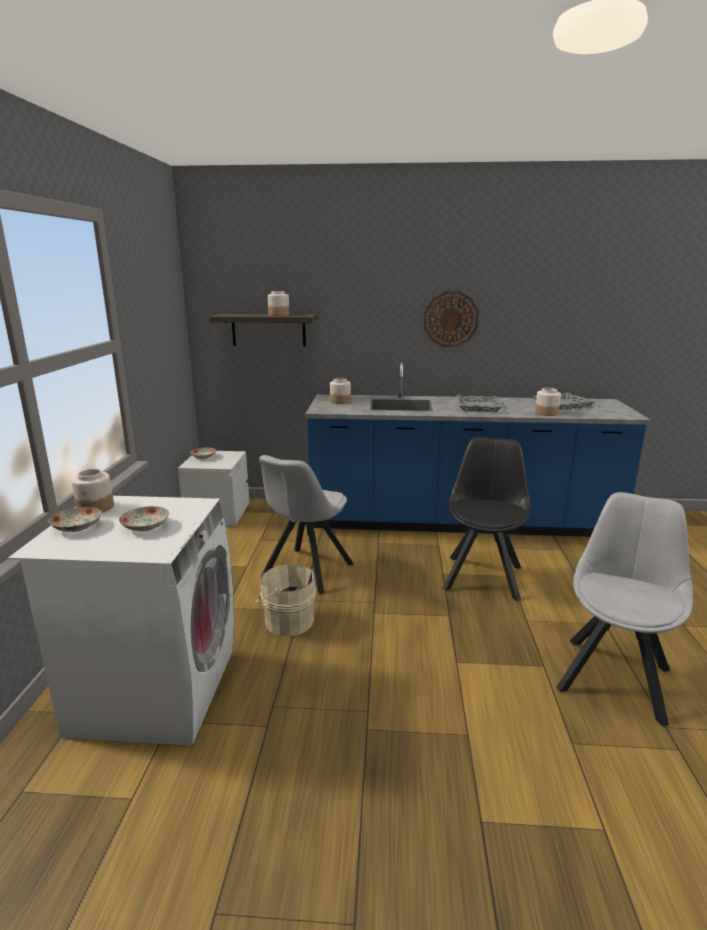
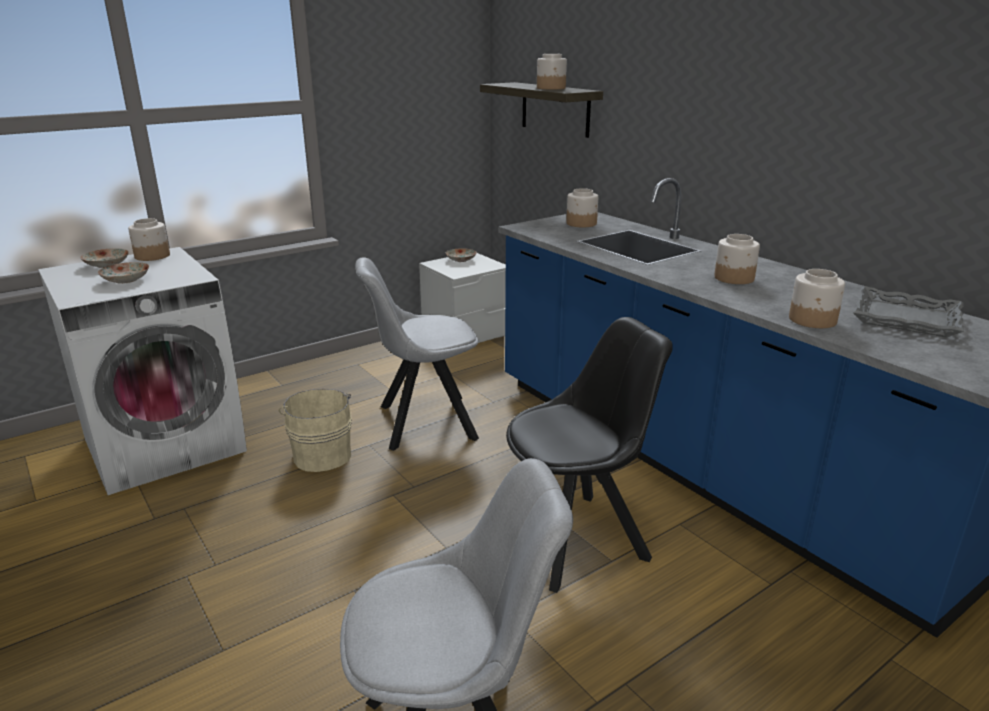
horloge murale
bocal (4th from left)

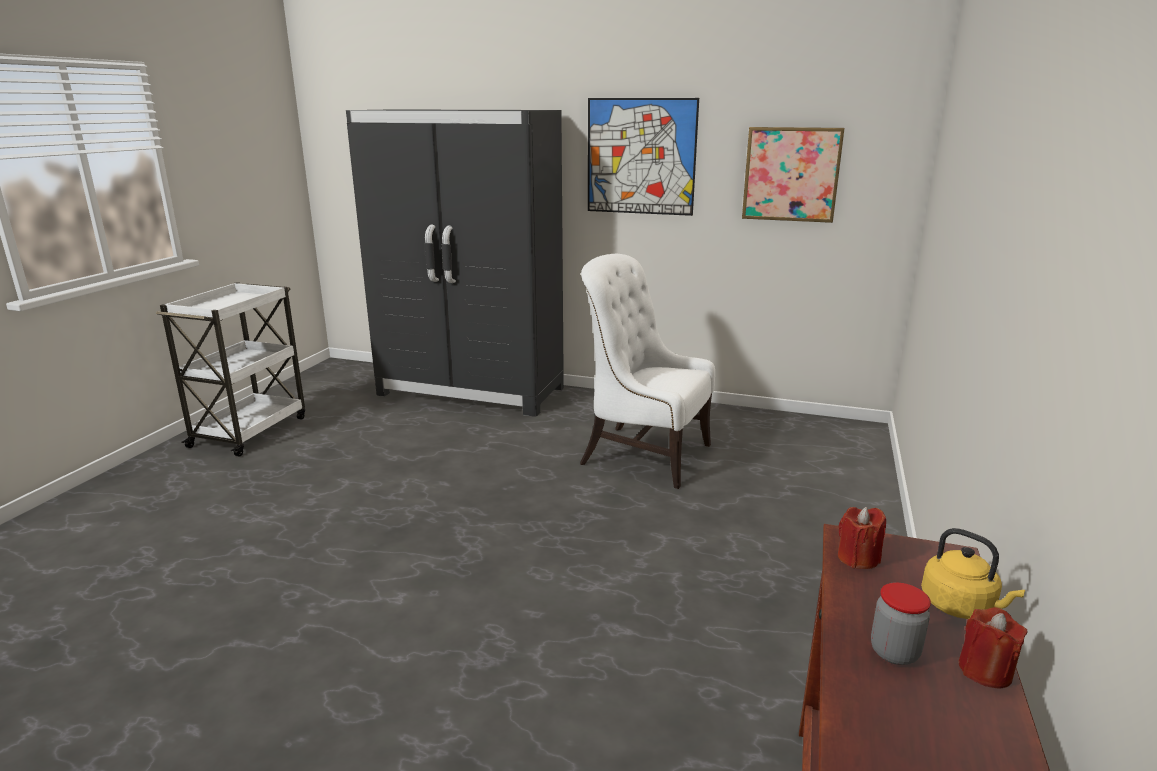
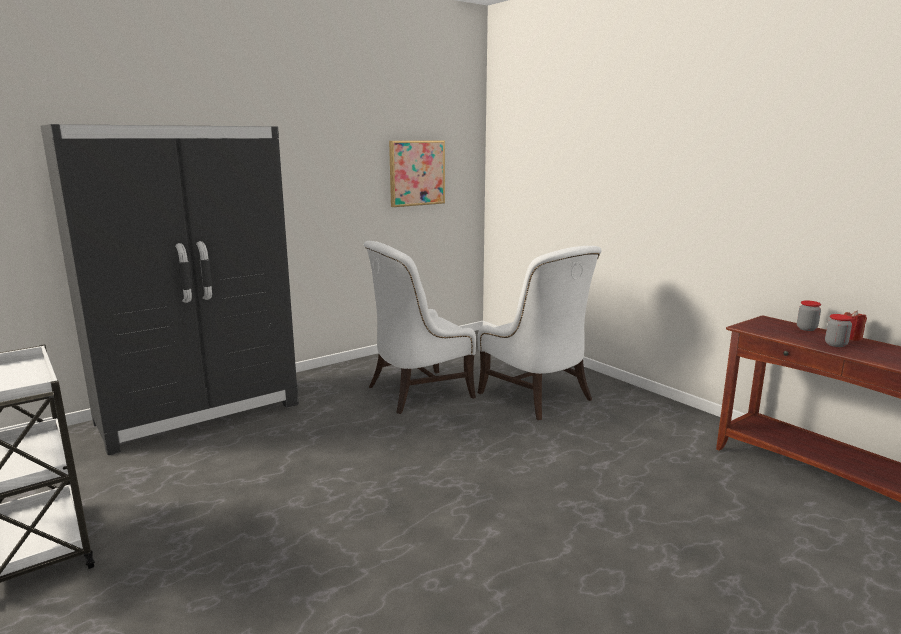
tableau (1st from left in the first image)
bougie [rouge] (1st from left in the first image)
bocal (1st from left)
chaise [blanc] (2nd from left)

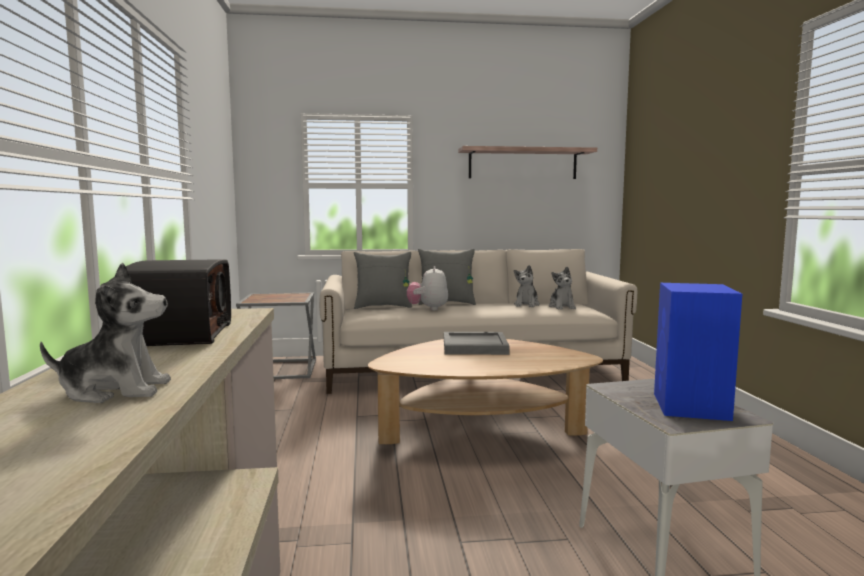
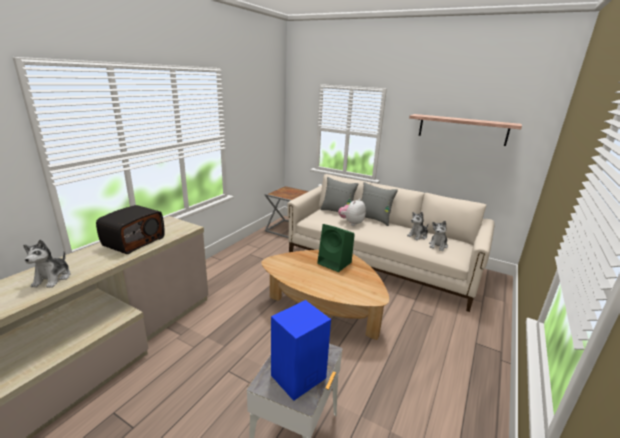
peluche (1st from left)
enceinte [vert]

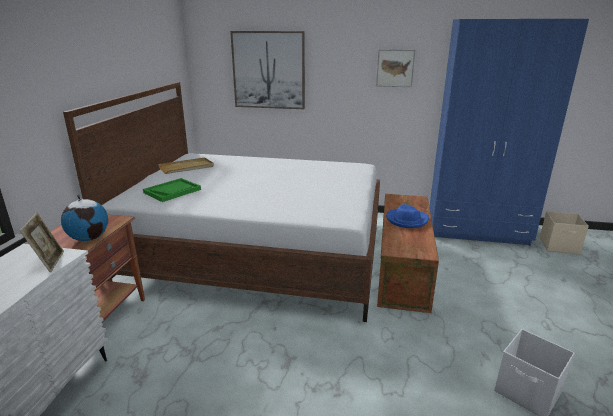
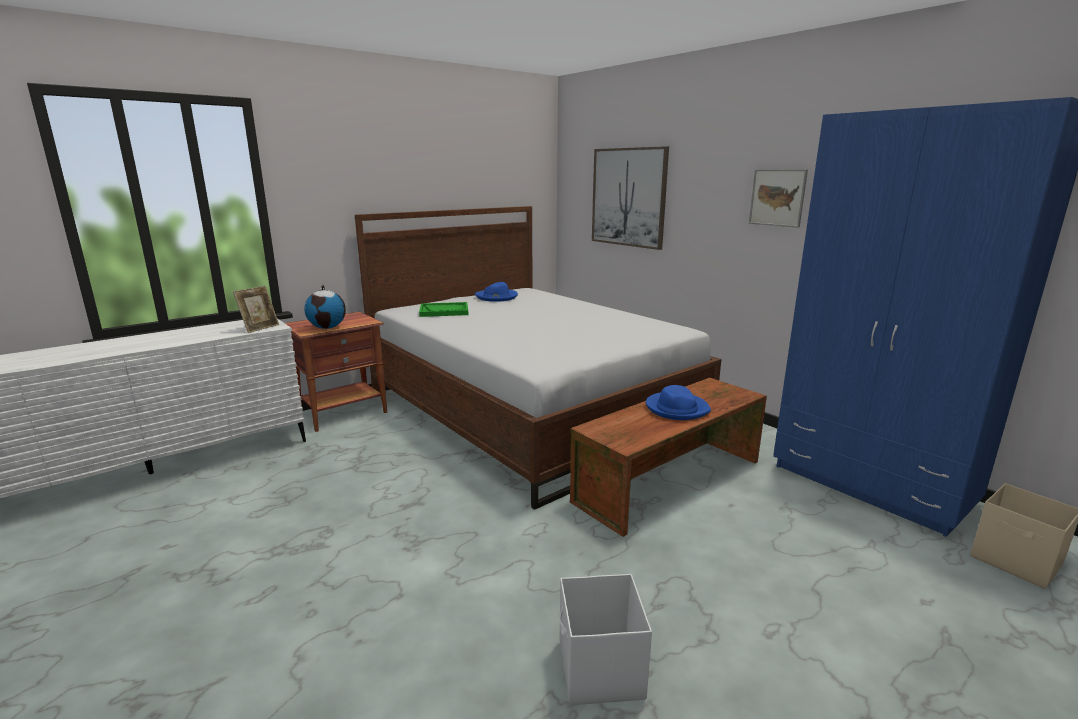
chapeau [bleu] (1st from left)

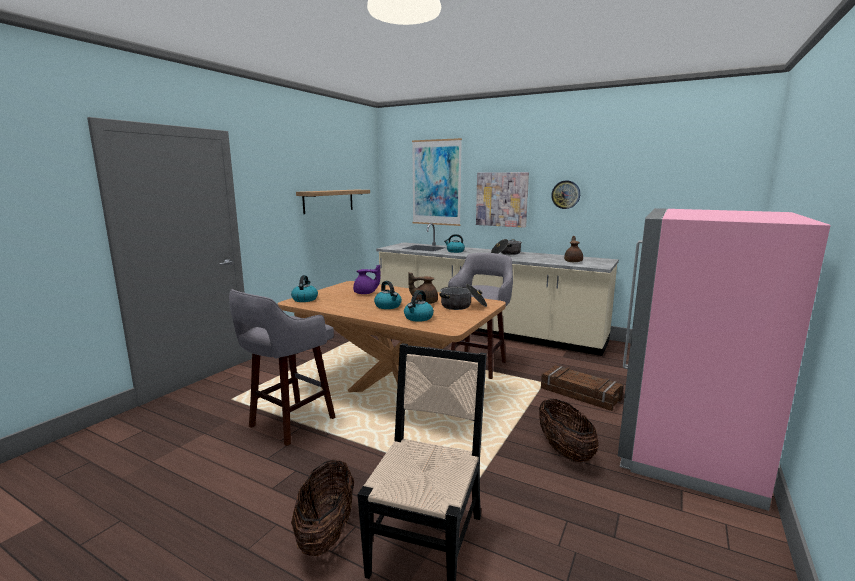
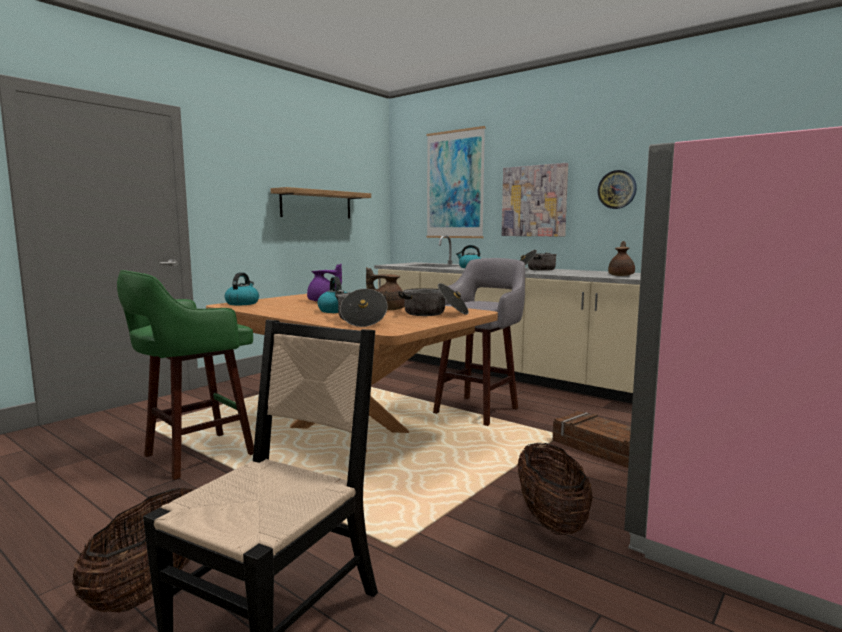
tabouret [vert]
marmite (1st from left)

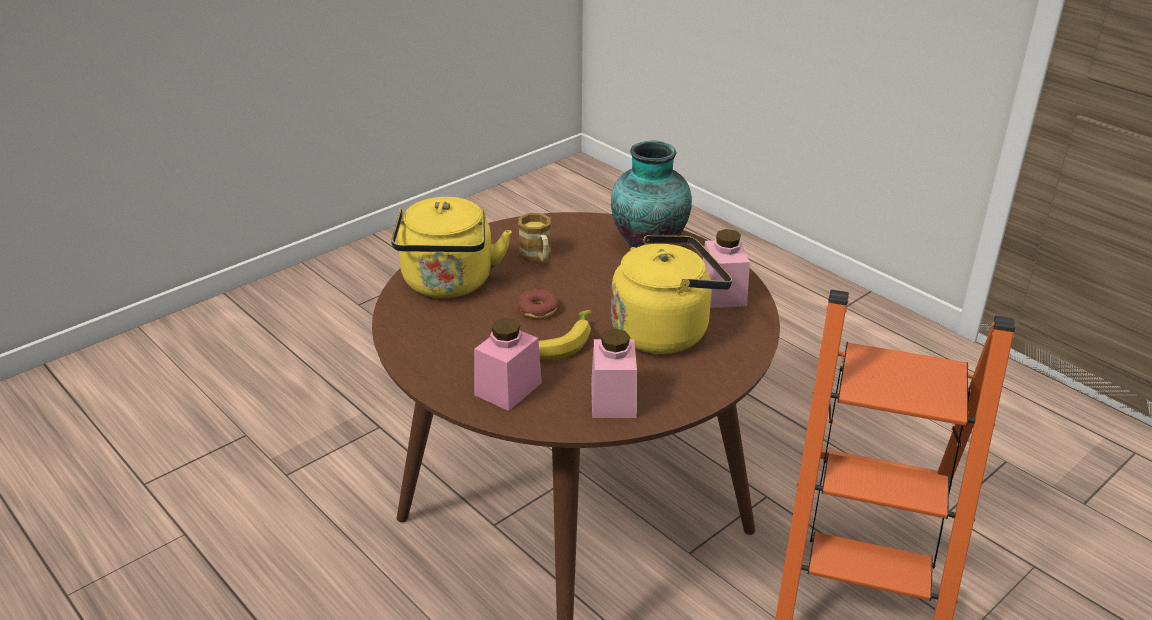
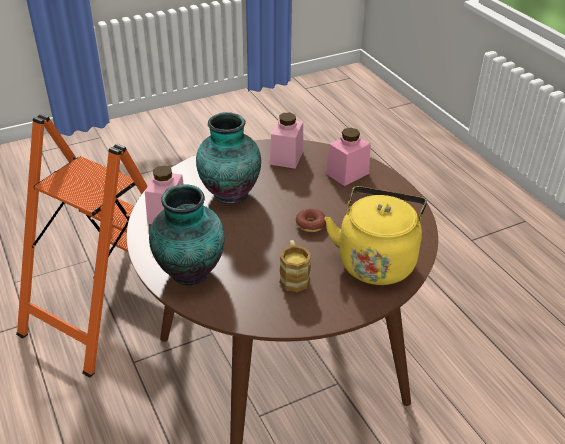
vase (2nd from left)
banane

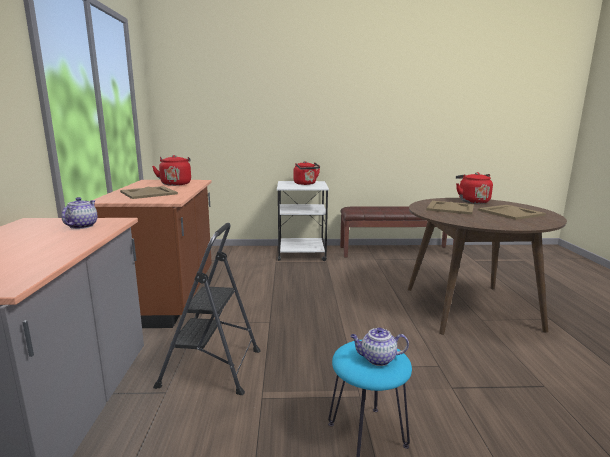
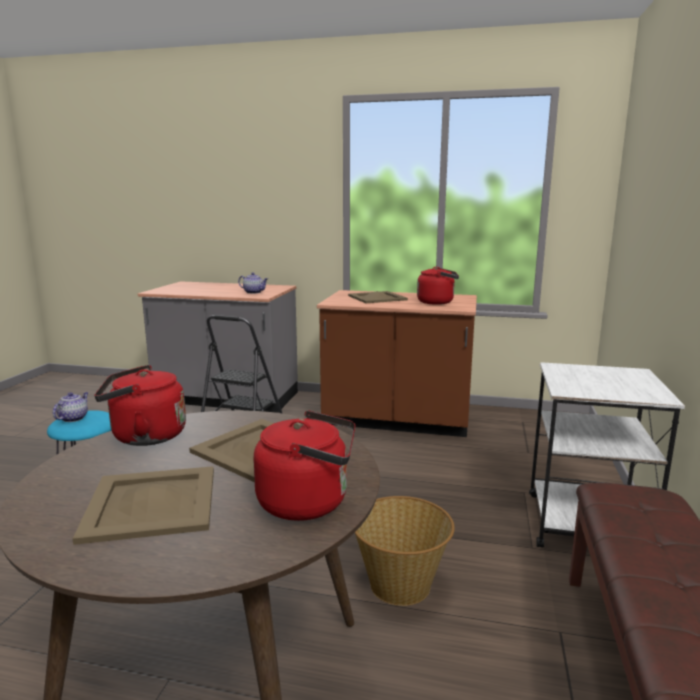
bouilloire [rouge] (1st from left)
panier

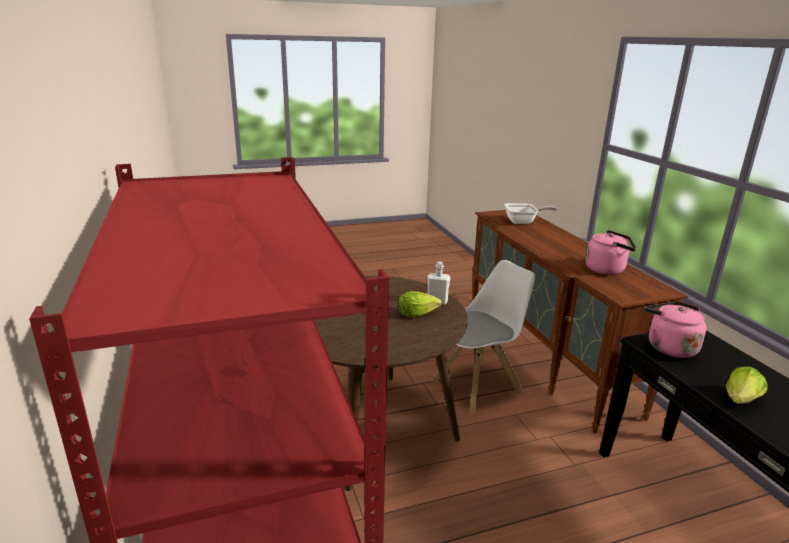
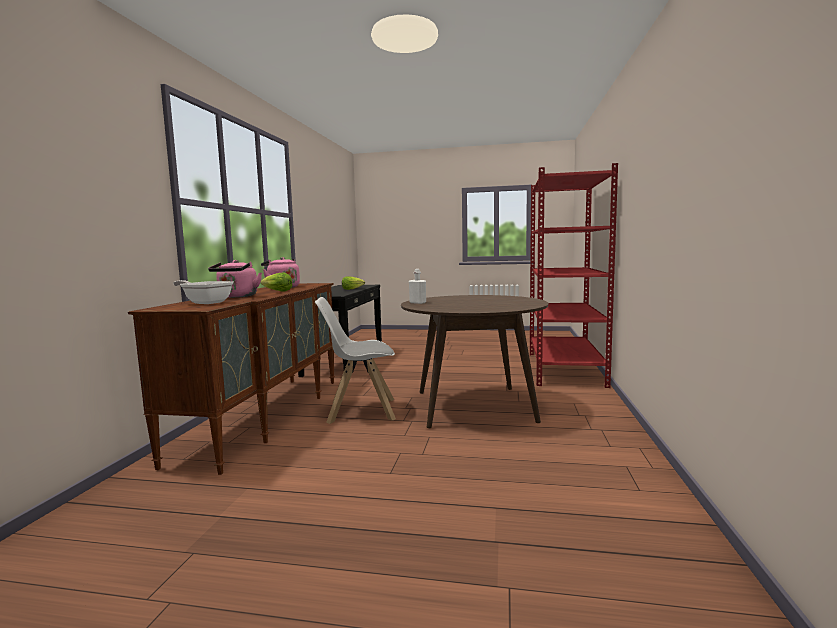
laitue (1st from left)
bouilloire [rose] (1st from left)

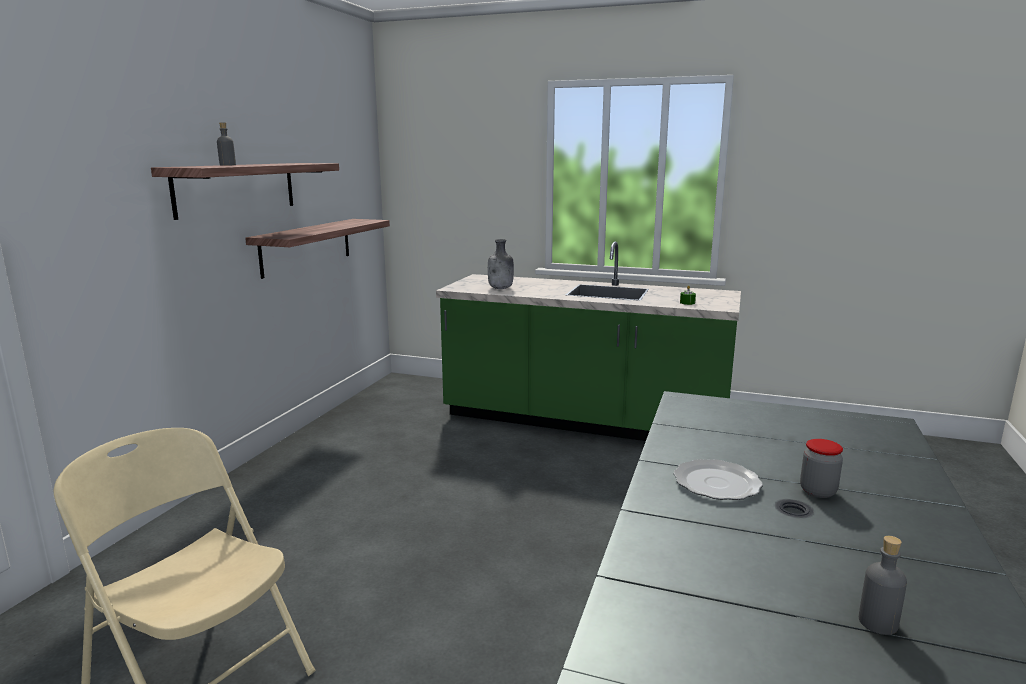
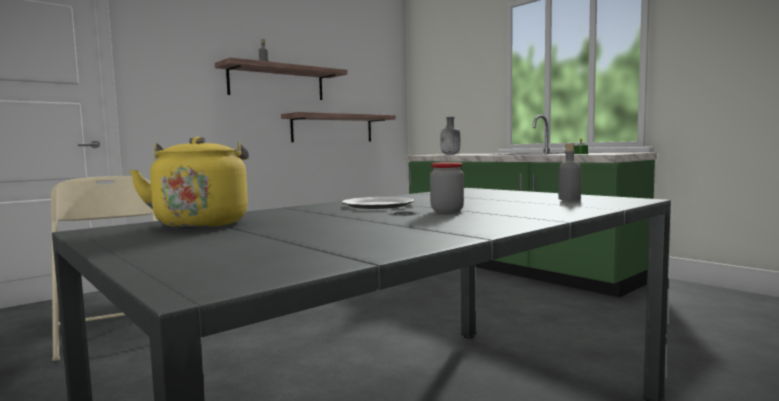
bouteille [gris] (3rd from left)
bouilloire [jaune]

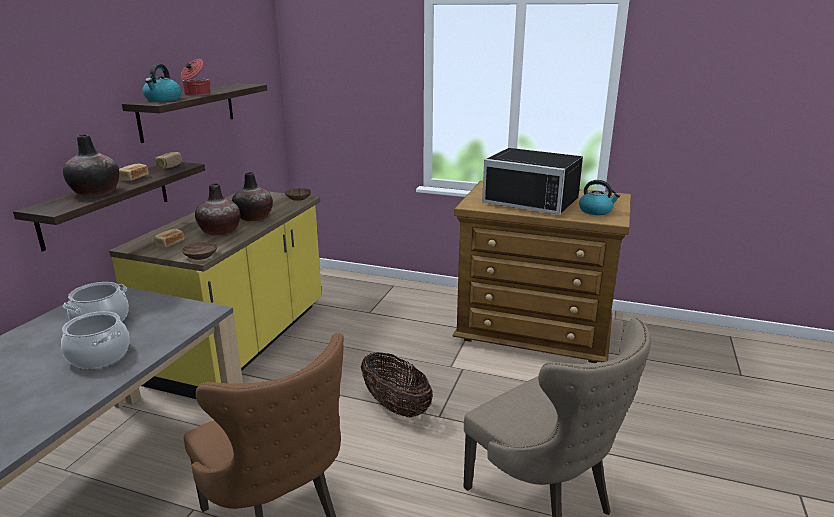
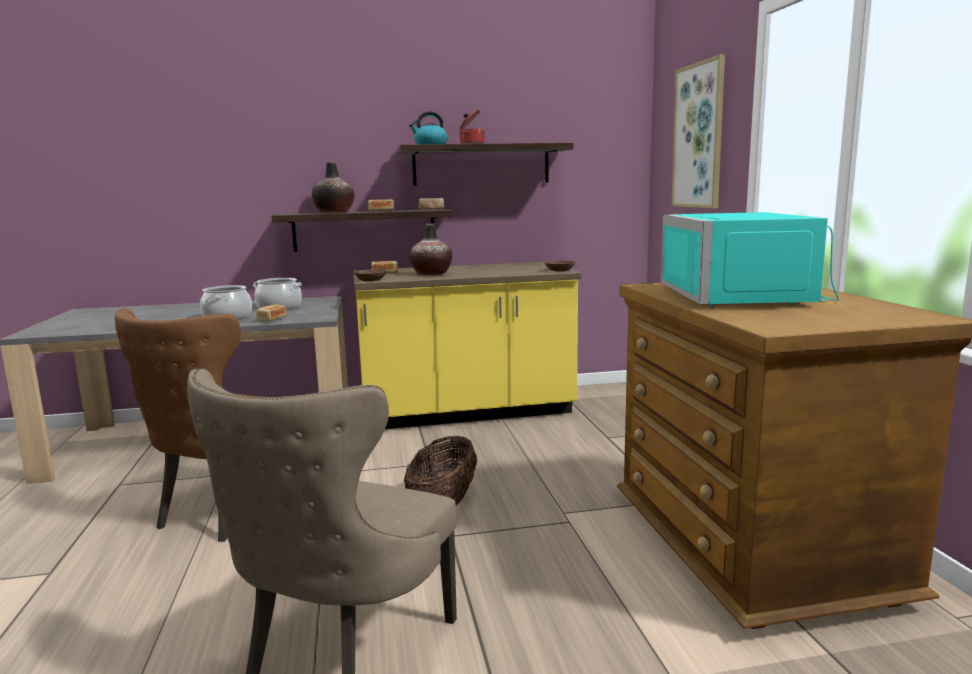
micro-ondes [turquoise]
vase (3rd from left in the first image)
bouilloire (2nd from left in the first image)
tableau
pain (1st from left)

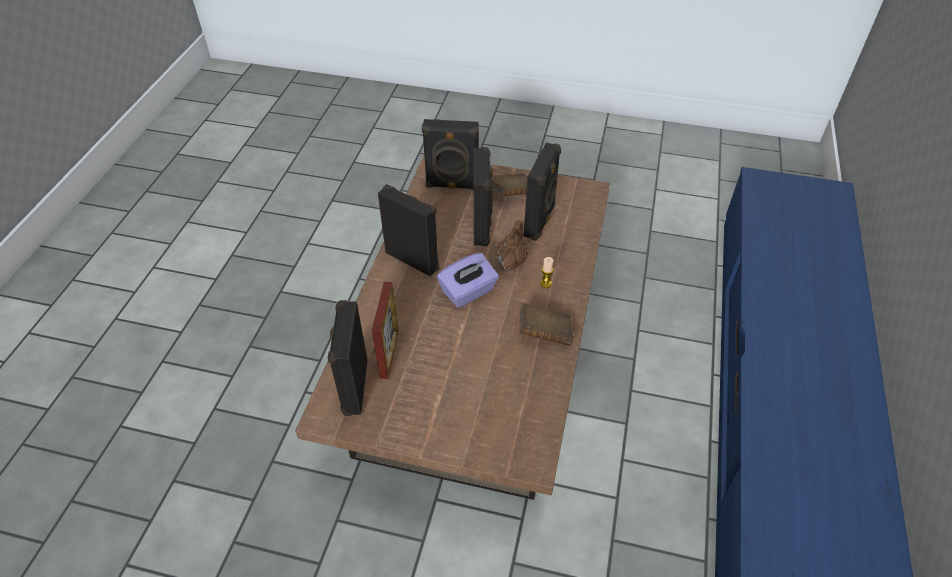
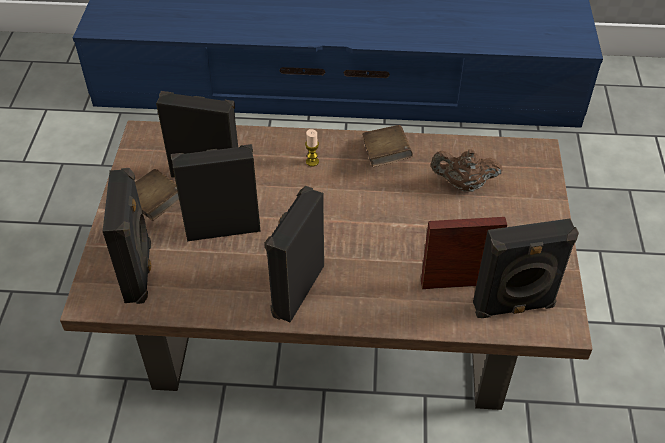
théière [marron]
boîte à mouchoirs [violet]

